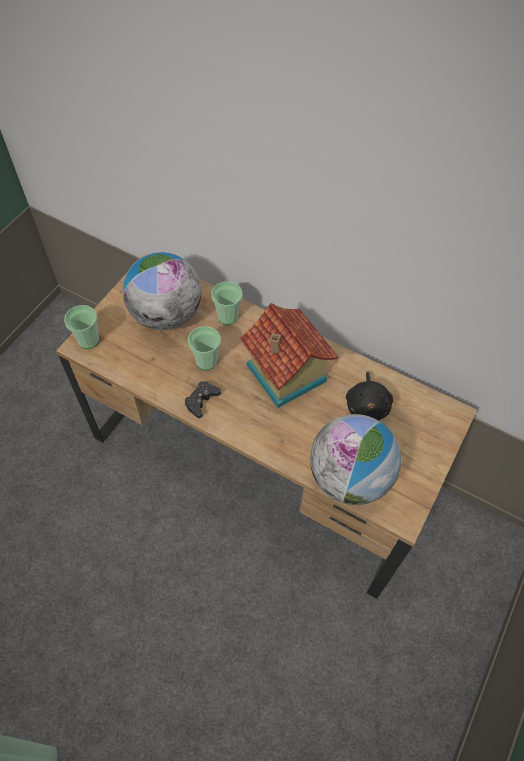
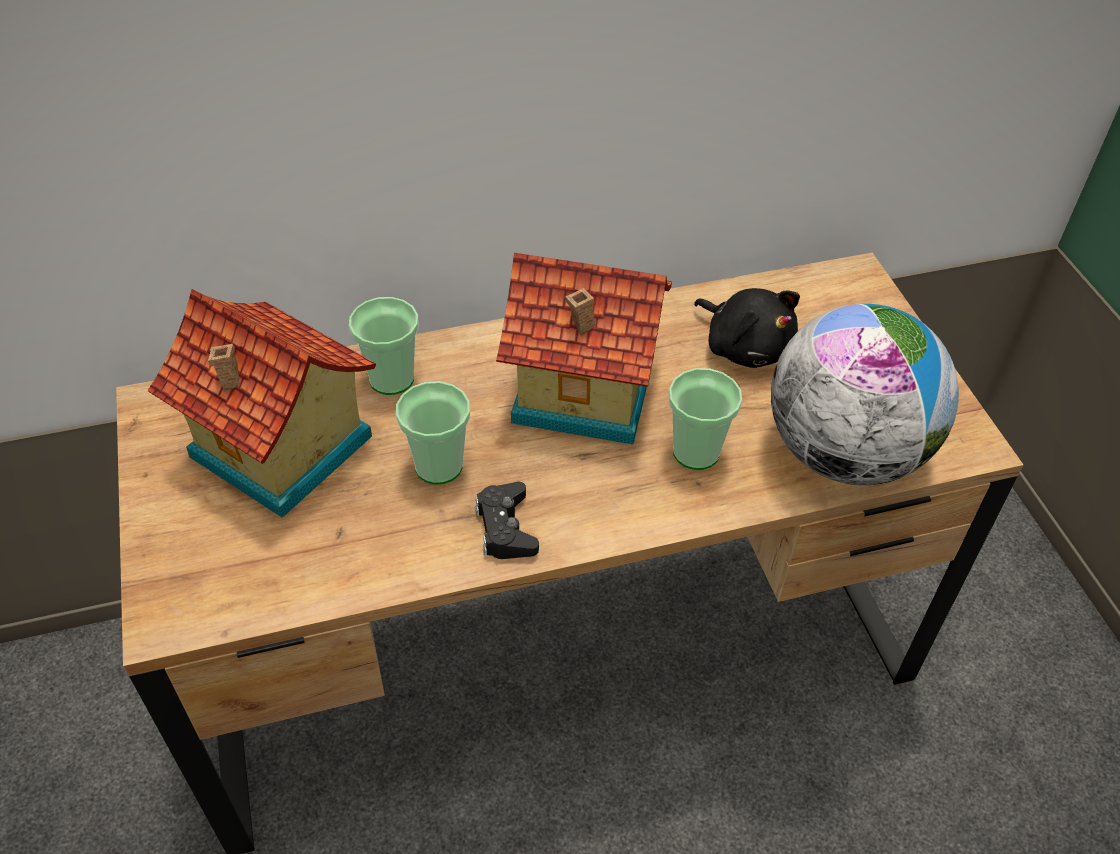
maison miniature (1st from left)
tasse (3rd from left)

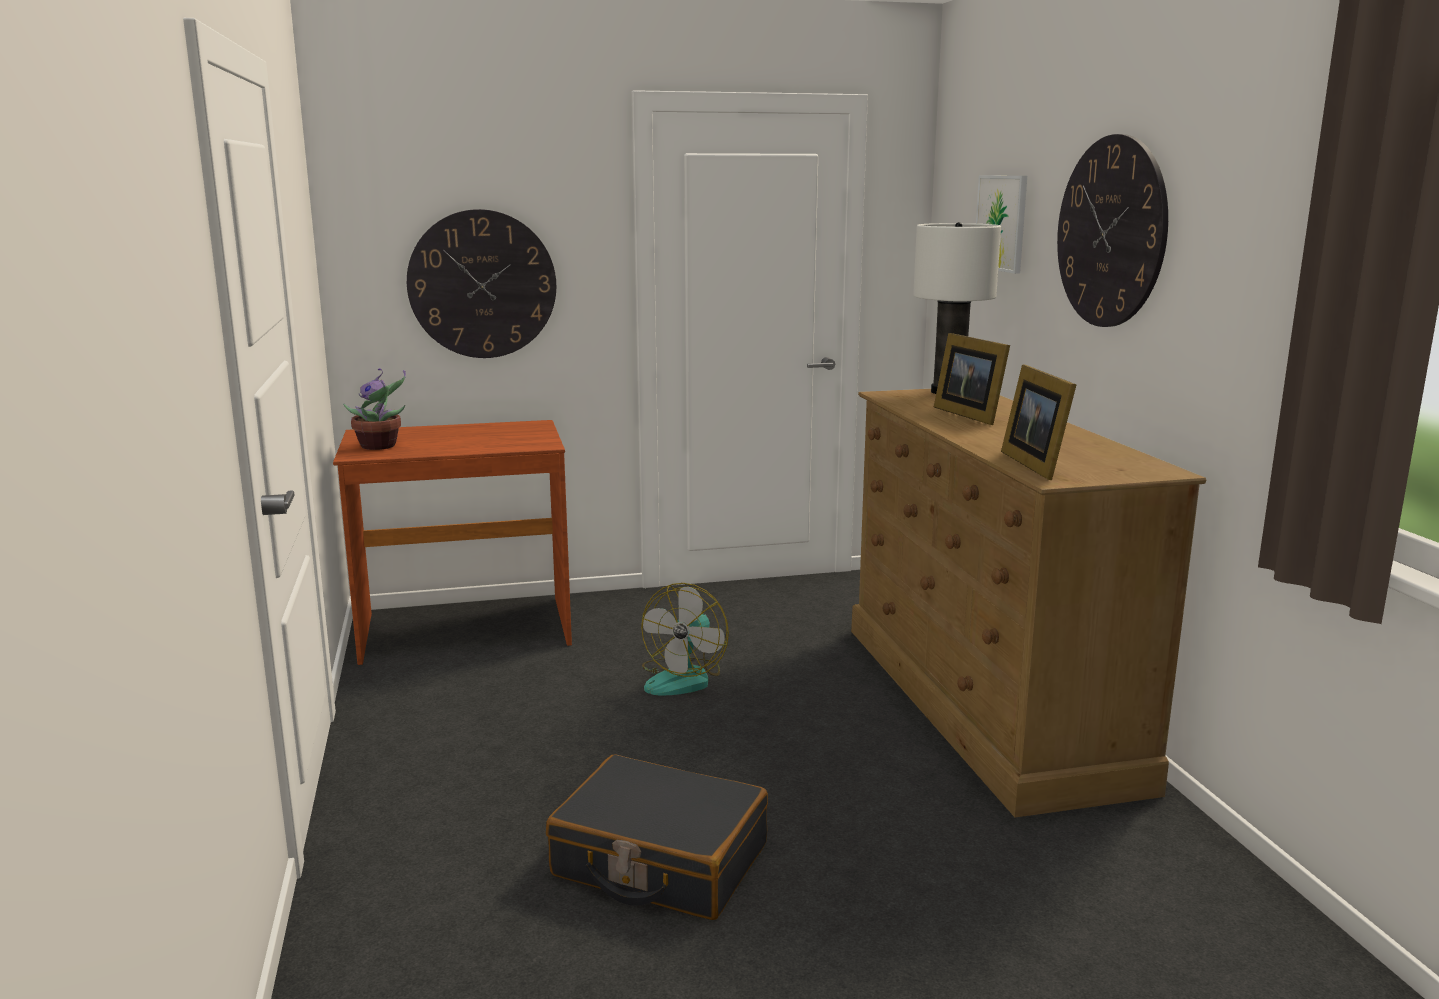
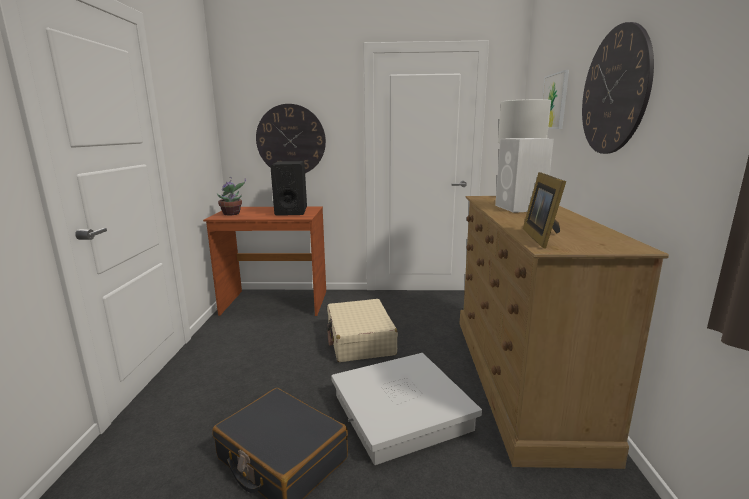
enceinte [blanc]
valise [beige]
enceinte [noir]
boîte de rangement [blanc]

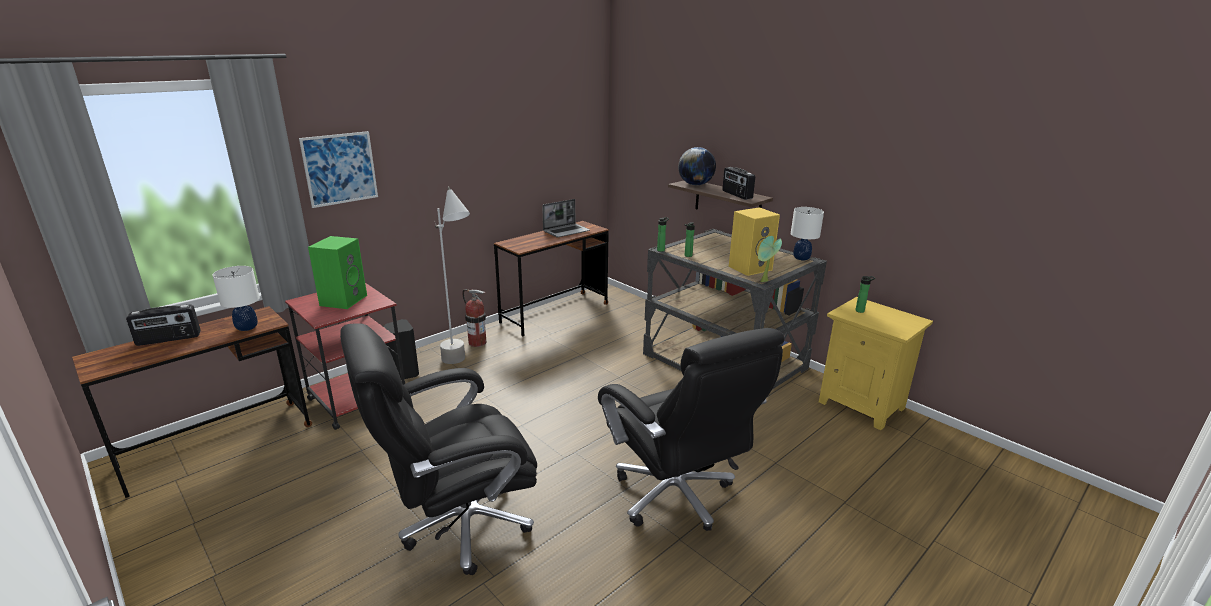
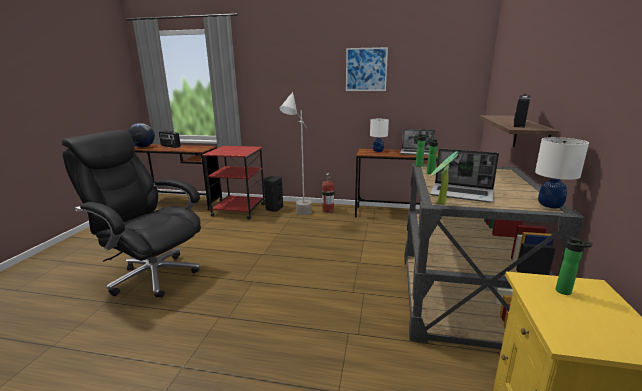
tableau
globe
ordinateur portable (2nd from left)
enceinte [vert]
lampe de table [blanc] (1st from left)
chaise de bureau [noir] (2nd from left in the first image)

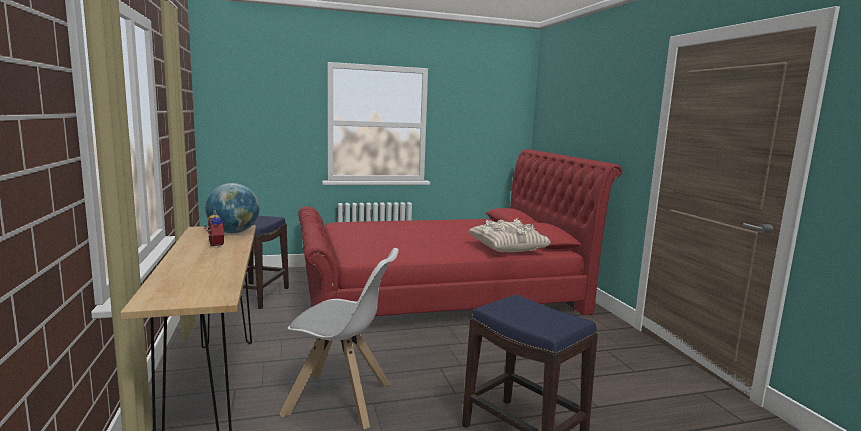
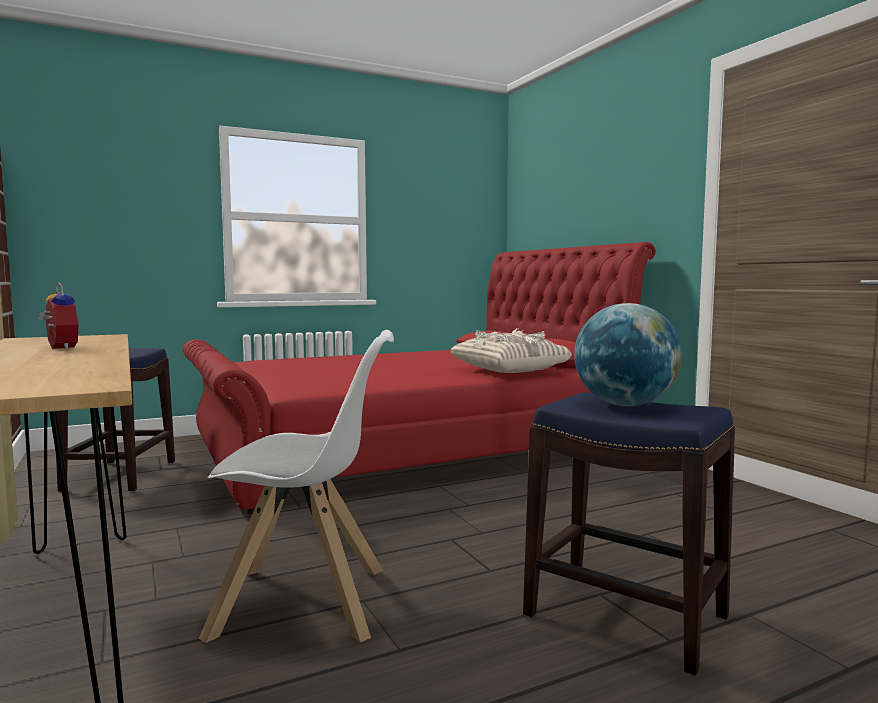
globe

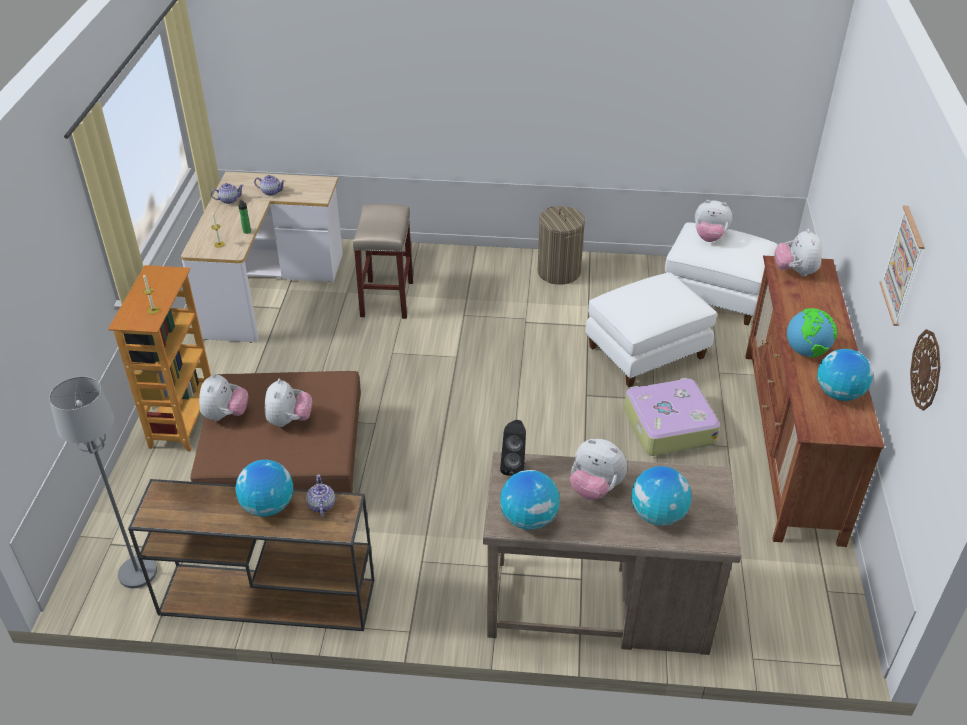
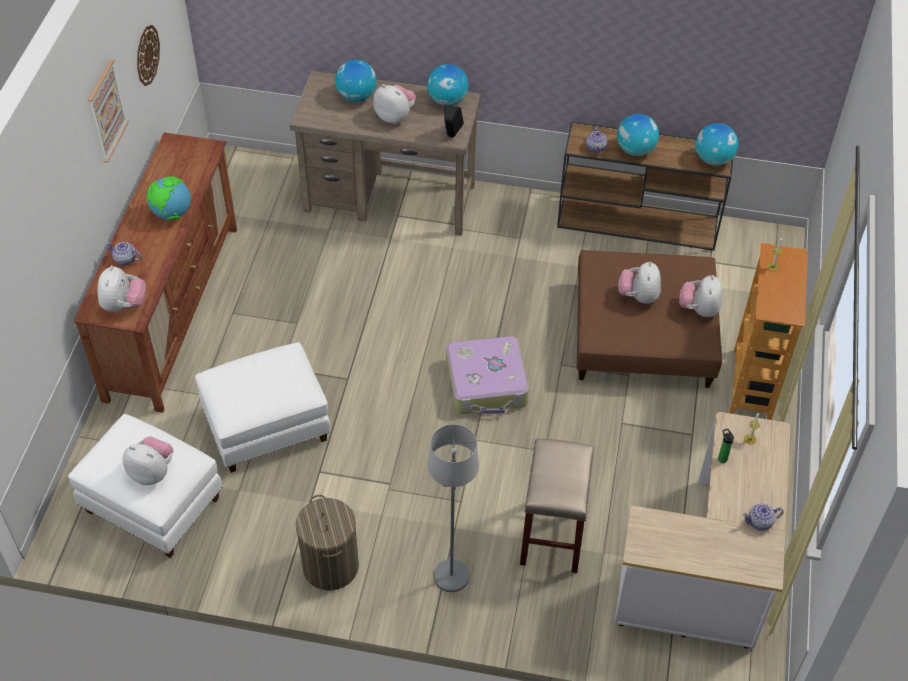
théière (1st from left)
globe (5th from left)
lampadaire [gris]
valise

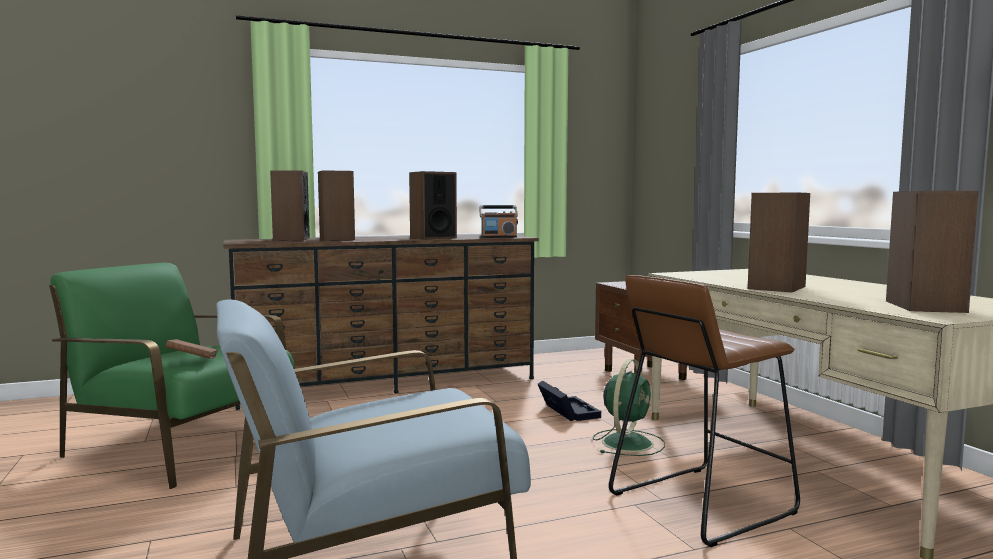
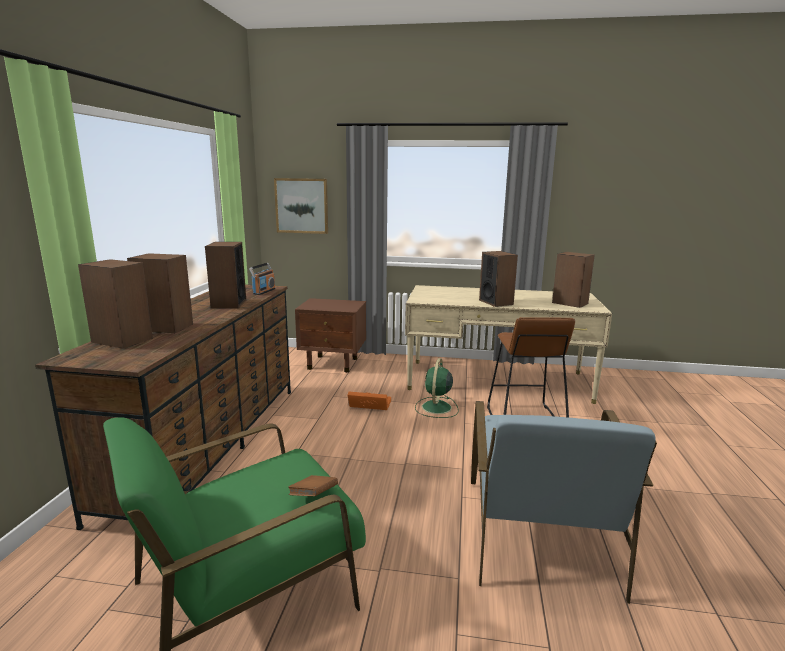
ventilateur [vert]
boîte de rangement [orange]
tableau

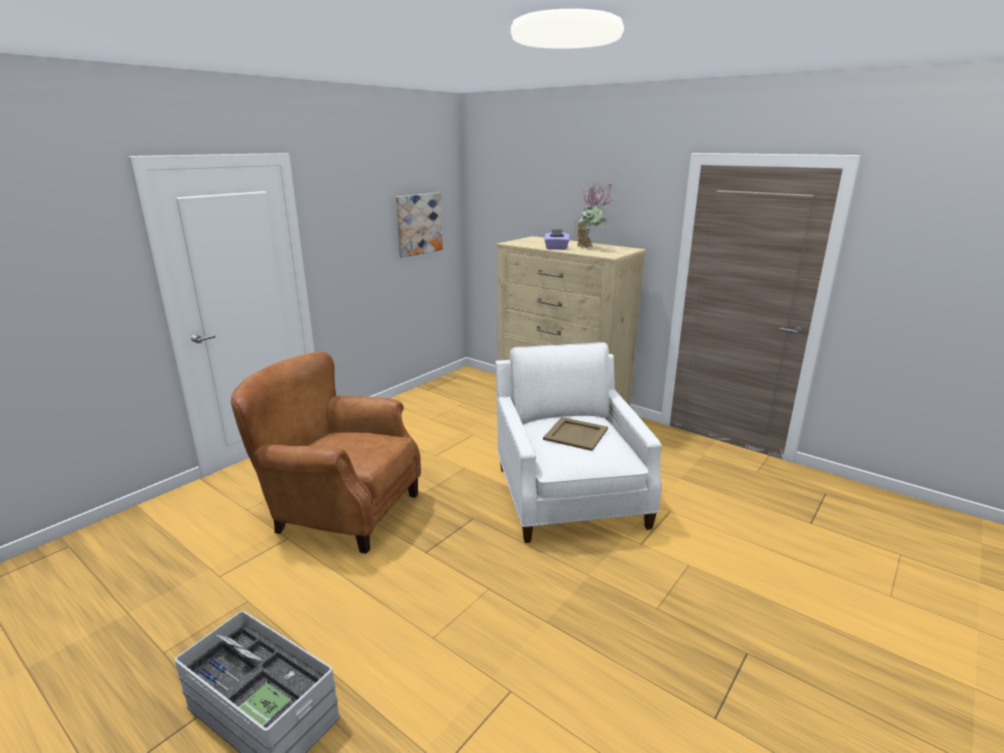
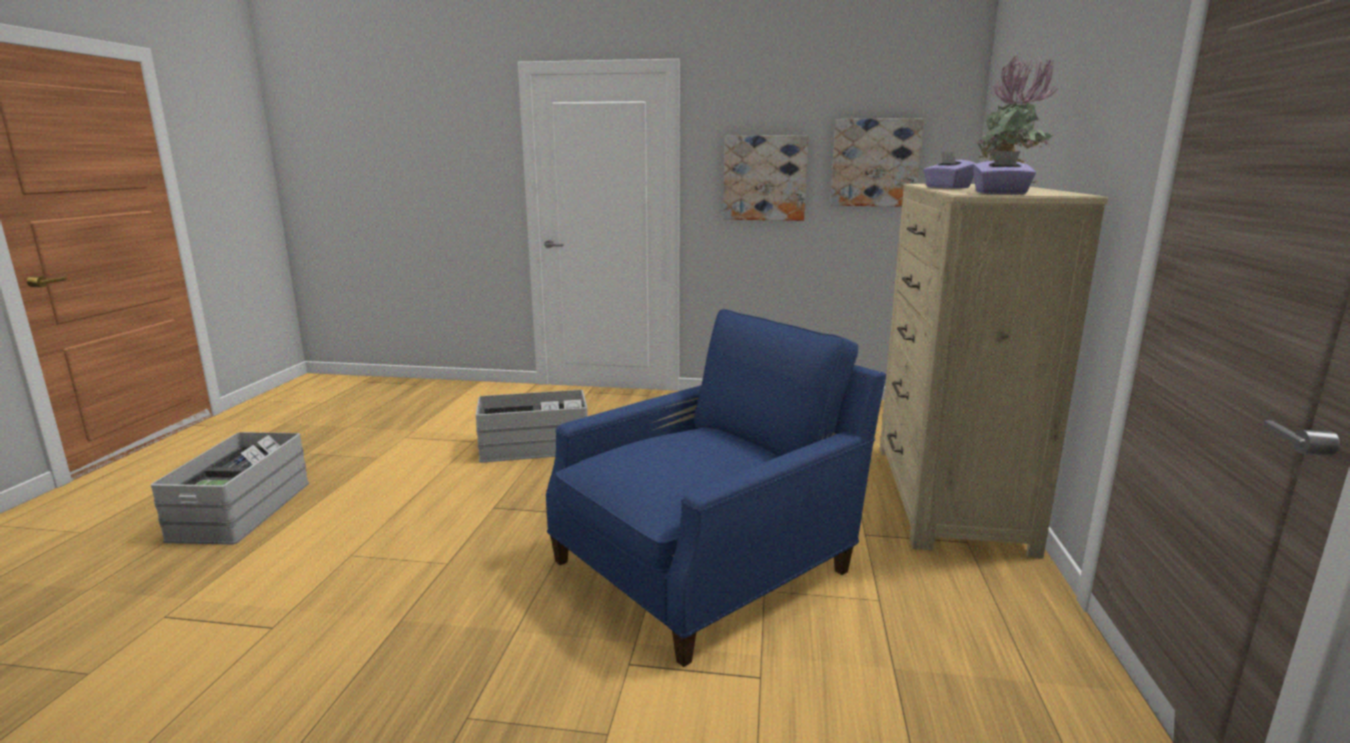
fauteuil [bleu]
boîte de rangement [gris] (2nd from left)
plateau [beige]
tableau (1st from left)
boîte à mouchoirs [violet] (2nd from left)

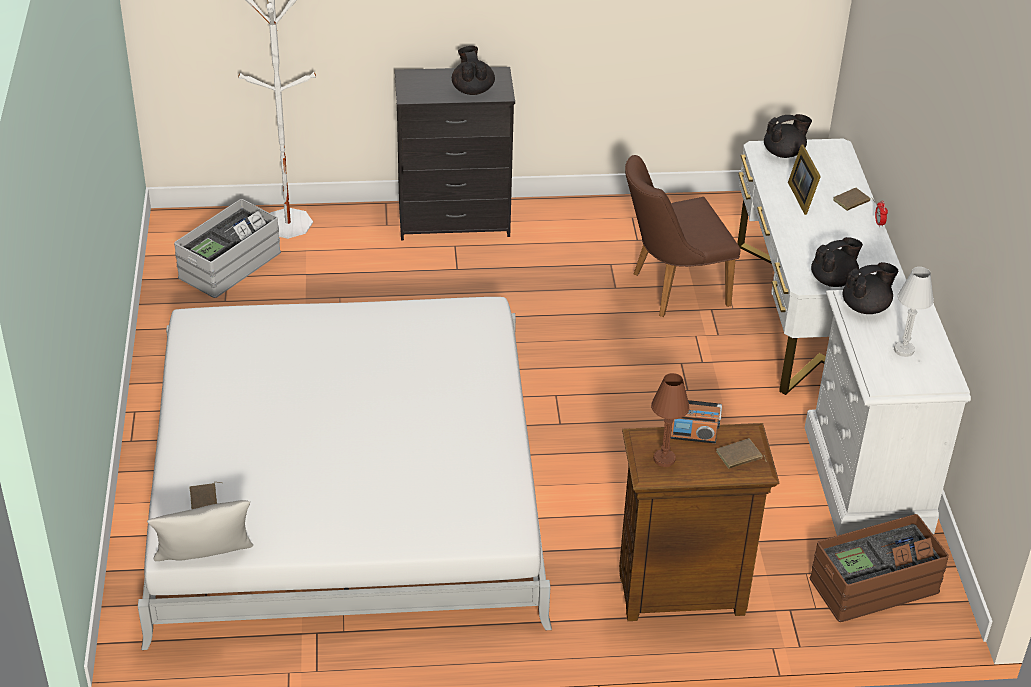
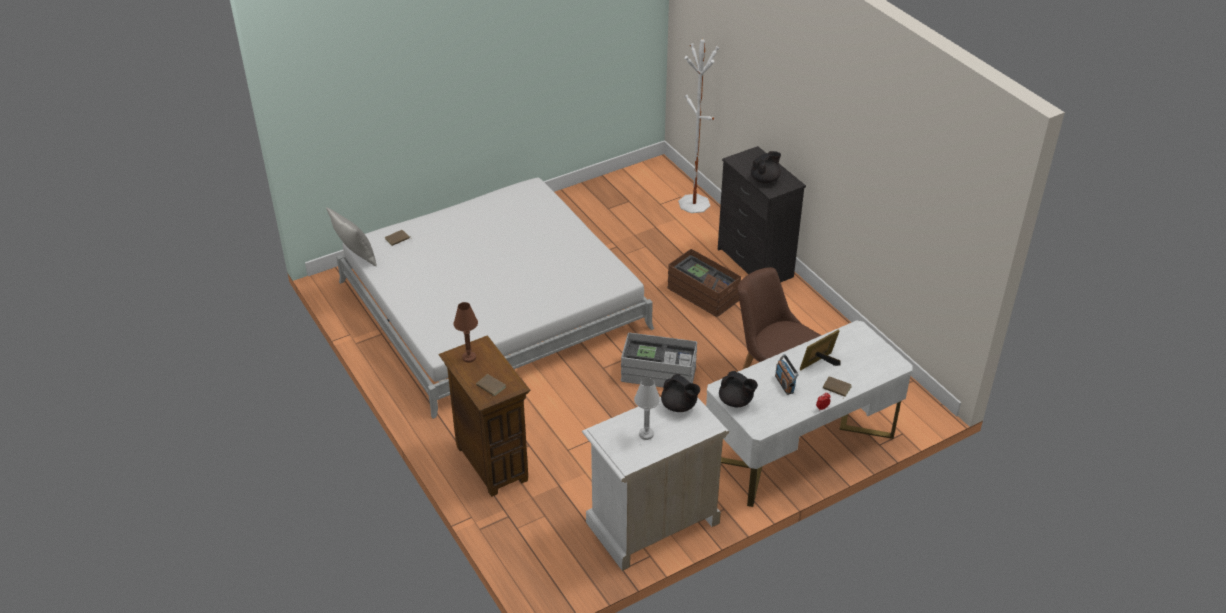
théière [noir] (2nd from left in the first image)
boîte de rangement [gris]
radio
boîte de rangement [marron]

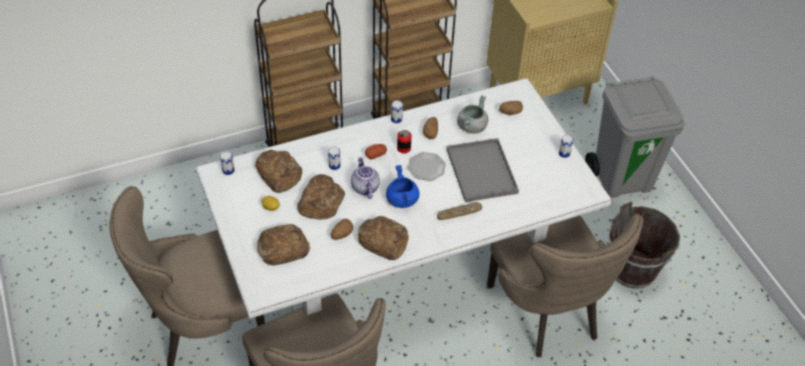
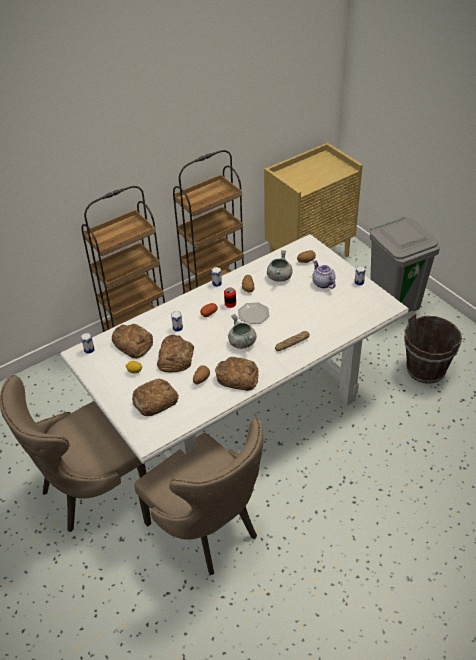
plateau [gris]
théière
marmite [gris] (1st from left)
chaise [beige] (3rd from left in the first image)

